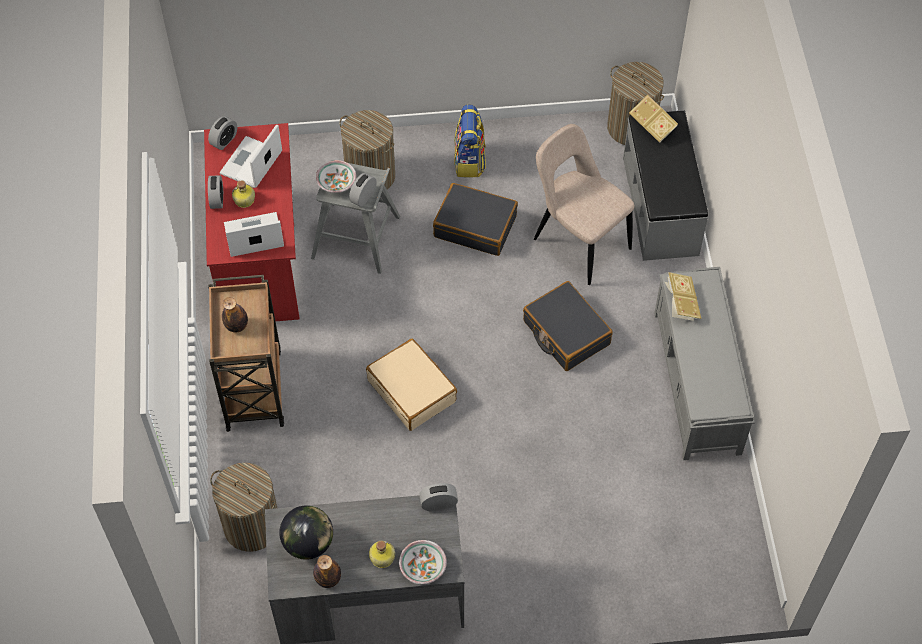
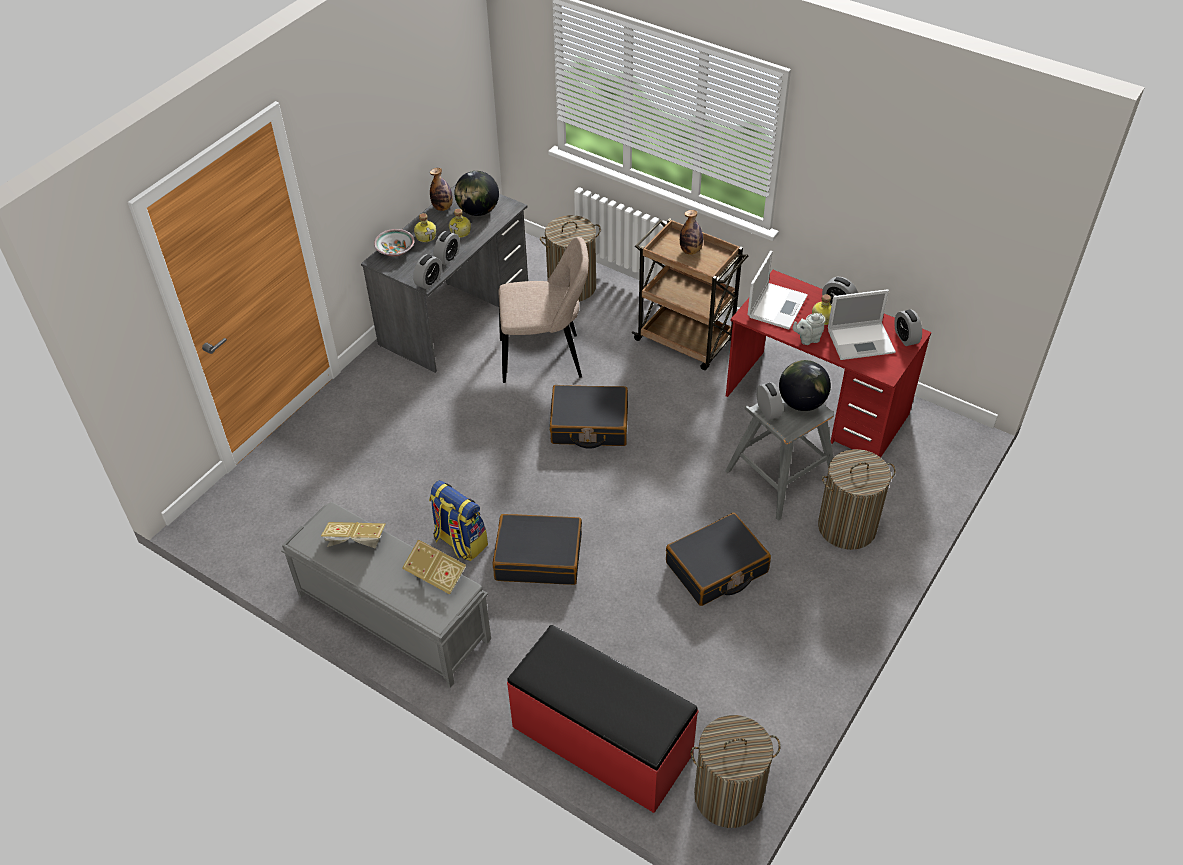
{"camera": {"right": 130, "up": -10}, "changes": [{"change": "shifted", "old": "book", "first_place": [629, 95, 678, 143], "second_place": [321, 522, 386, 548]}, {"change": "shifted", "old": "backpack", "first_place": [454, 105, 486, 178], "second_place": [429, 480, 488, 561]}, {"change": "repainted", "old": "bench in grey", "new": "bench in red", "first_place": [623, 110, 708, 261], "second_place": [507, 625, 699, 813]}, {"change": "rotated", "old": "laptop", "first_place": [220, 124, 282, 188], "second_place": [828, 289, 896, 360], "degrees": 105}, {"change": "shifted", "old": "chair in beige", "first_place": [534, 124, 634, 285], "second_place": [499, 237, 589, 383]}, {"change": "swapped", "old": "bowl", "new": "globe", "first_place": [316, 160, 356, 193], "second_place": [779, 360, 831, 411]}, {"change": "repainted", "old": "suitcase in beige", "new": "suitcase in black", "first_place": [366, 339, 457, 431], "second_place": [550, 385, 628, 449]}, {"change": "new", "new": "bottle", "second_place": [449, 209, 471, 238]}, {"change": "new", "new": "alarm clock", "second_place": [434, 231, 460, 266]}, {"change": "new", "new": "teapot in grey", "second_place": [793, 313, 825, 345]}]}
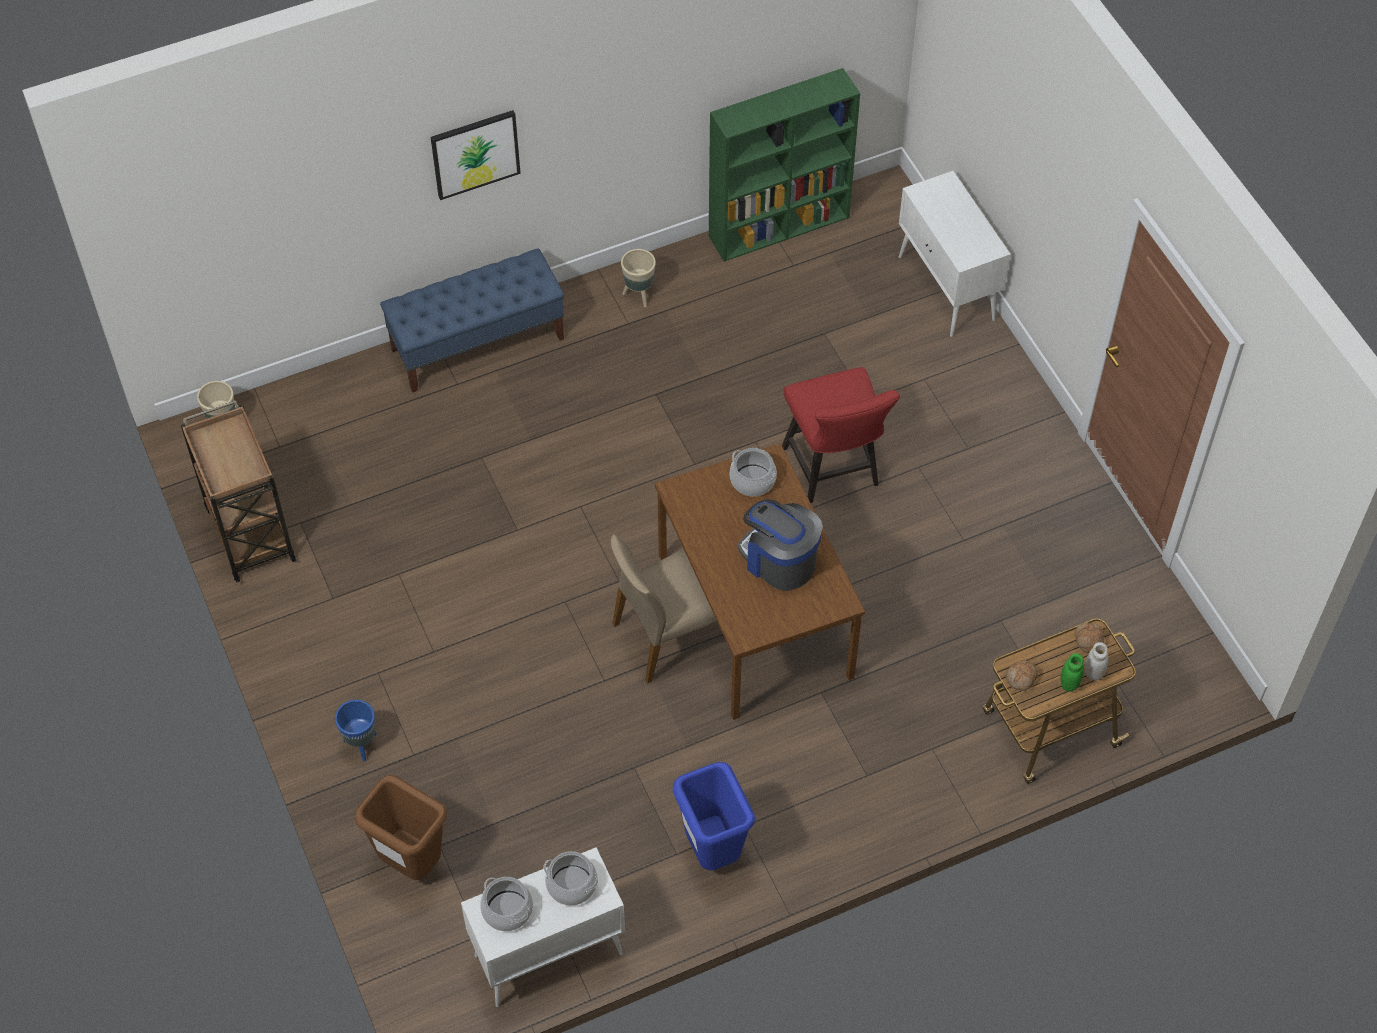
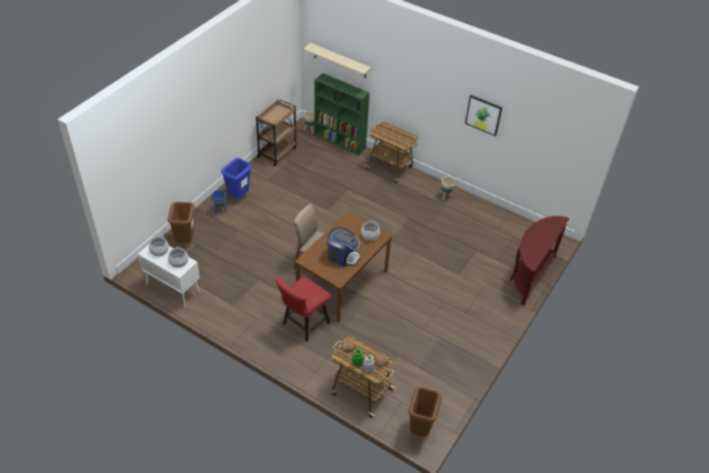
{"camera": {"right": 55, "up": -10}, "changes": [{"change": "shifted", "old": "bookcase in green", "first_place": [709, 68, 860, 262], "second_place": [314, 73, 370, 155]}, {"change": "shifted", "old": "picture", "first_place": [431, 110, 521, 200], "second_place": [465, 95, 502, 136]}, {"change": "swapped", "old": "cabinet in white", "new": "console table in brown", "first_place": [899, 171, 1011, 337], "second_place": [510, 216, 569, 305]}, {"change": "swapped", "old": "bench in blue", "new": "cart", "first_place": [380, 248, 564, 393], "second_place": [364, 122, 418, 183]}, {"change": "shifted", "old": "chair in red", "first_place": [782, 367, 900, 503], "second_place": [275, 276, 331, 342]}, {"change": "rotated", "old": "coffee machine", "first_place": [738, 499, 823, 591], "second_place": [327, 227, 361, 267], "degrees": 105}, {"change": "shifted", "old": "trash can in blue", "first_place": [672, 762, 755, 870], "second_place": [221, 158, 252, 199]}, {"change": "new", "new": "shelf in beige", "second_place": [303, 43, 371, 78]}, {"change": "new", "new": "trash can in brown", "second_place": [408, 387, 442, 437]}]}
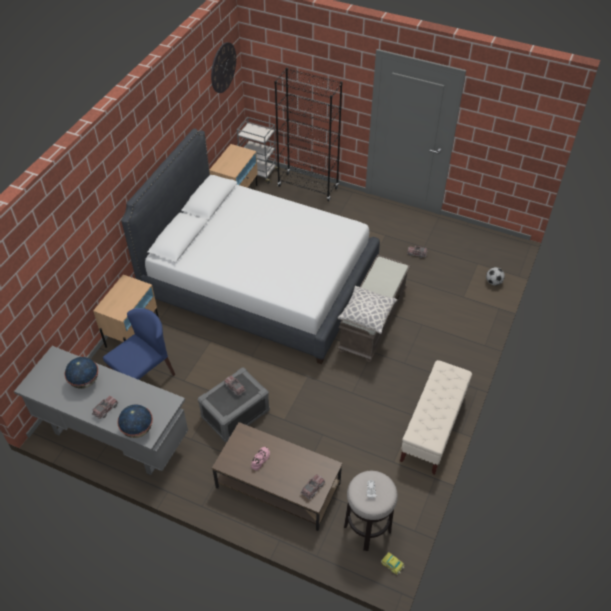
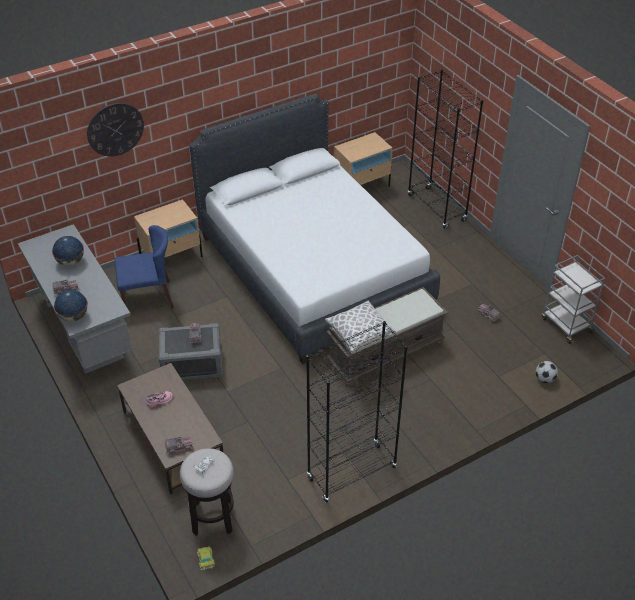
{"camera": {"right": 35, "up": -5}, "changes": [{"change": "shifted", "old": "wall clock", "first_place": [211, 42, 236, 93], "second_place": [87, 103, 144, 156]}, {"change": "shifted", "old": "cart in grey", "first_place": [237, 117, 281, 184], "second_place": [542, 255, 605, 344]}, {"change": "swapped", "old": "bench in beige", "new": "bookcase in black", "first_place": [400, 360, 472, 475], "second_place": [306, 321, 408, 503]}]}
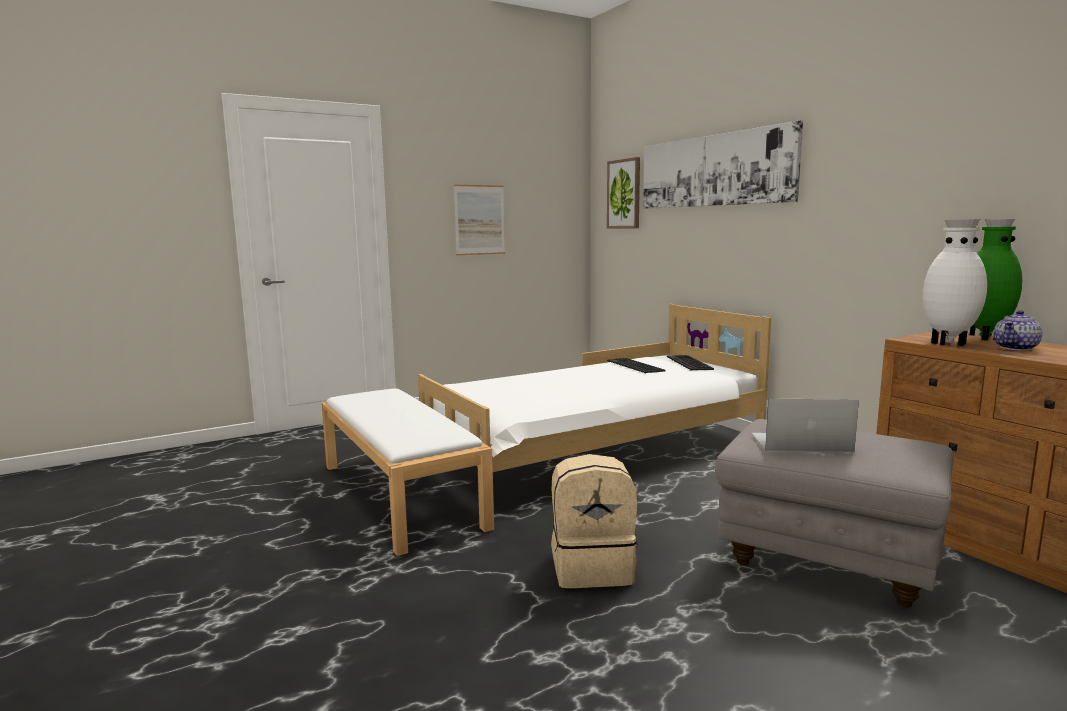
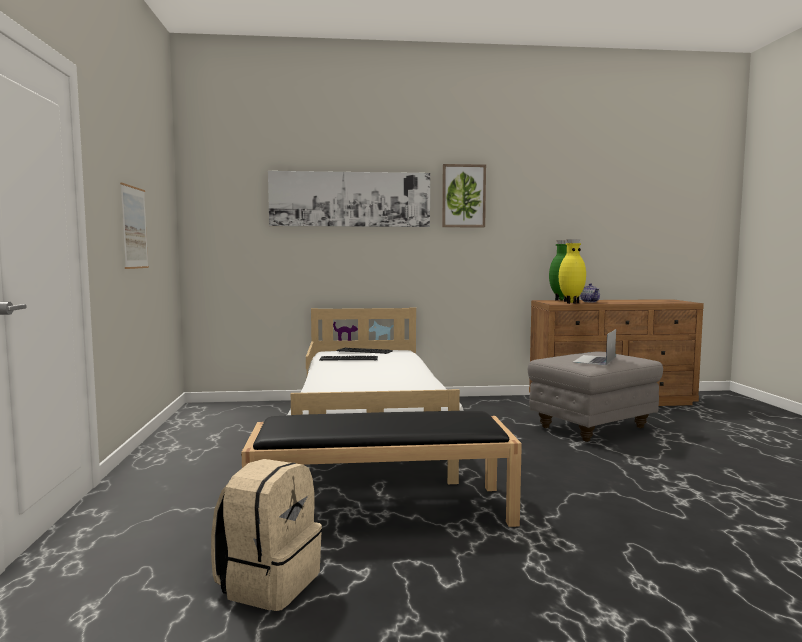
{"camera": {"right": -65, "up": -5}, "changes": [{"change": "shifted", "old": "picture", "first_place": [607, 157, 640, 229], "second_place": [442, 164, 486, 227]}, {"change": "repainted", "old": "vase in white", "new": "vase in yellow", "first_place": [923, 219, 987, 346], "second_place": [559, 239, 586, 304]}, {"change": "repainted", "old": "bench in white", "new": "bench in black", "first_place": [321, 388, 494, 556], "second_place": [241, 411, 522, 527]}, {"change": "shifted", "old": "backpack in beige", "first_place": [551, 454, 638, 588], "second_place": [211, 459, 322, 611]}]}
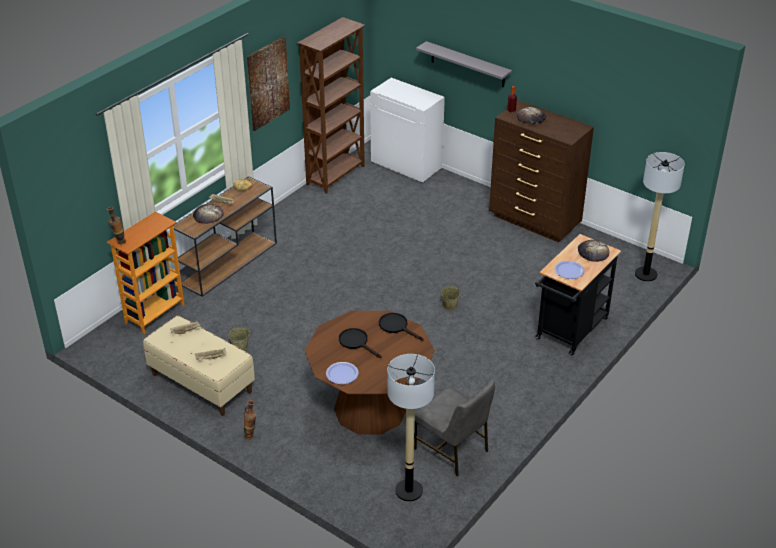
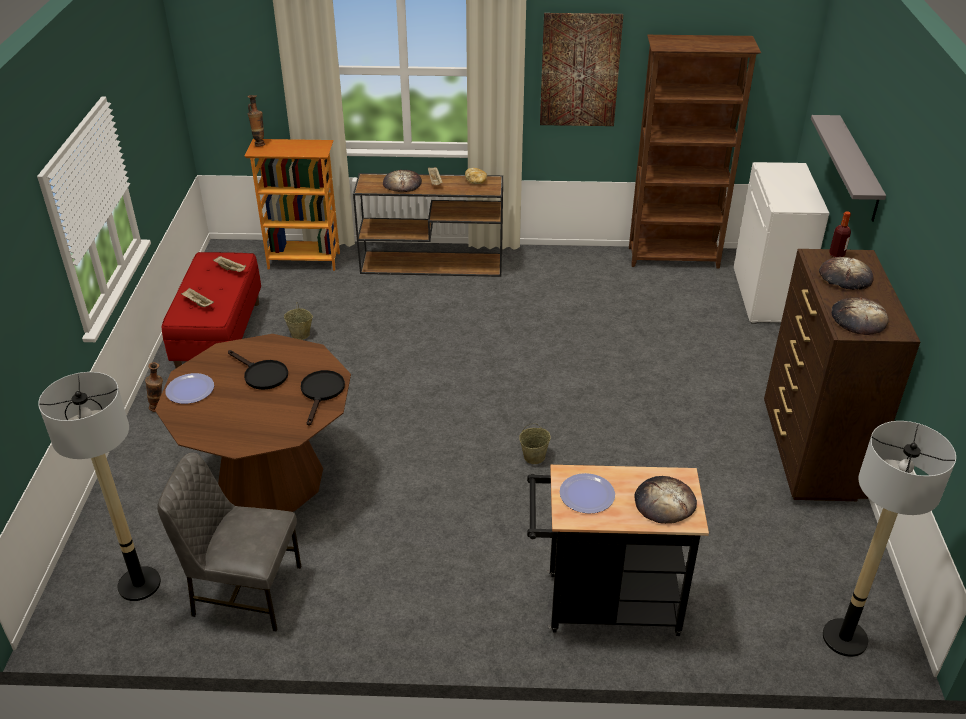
{"camera": {"right": 55, "up": 0}, "changes": [{"change": "repainted", "old": "bench in beige", "new": "bench in red", "first_place": [143, 316, 255, 416], "second_place": [162, 252, 261, 368]}, {"change": "rotated", "old": "frying pan in black", "first_place": [339, 328, 381, 358], "second_place": [228, 350, 288, 390], "degrees": 120}, {"change": "rotated", "old": "chair in grey", "first_place": [414, 380, 495, 477], "second_place": [157, 452, 302, 631], "degrees": 90}, {"change": "new", "new": "bread", "second_place": [831, 297, 889, 335]}]}
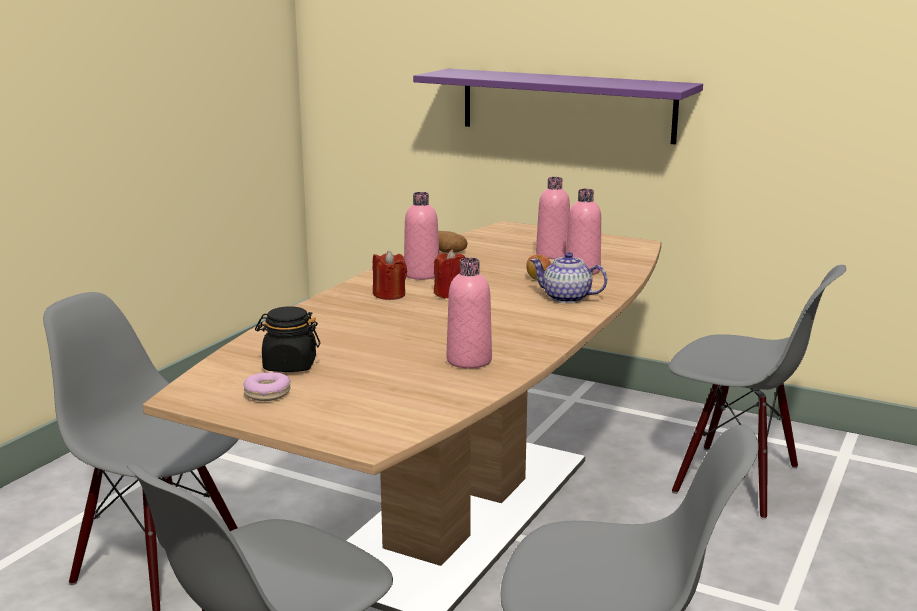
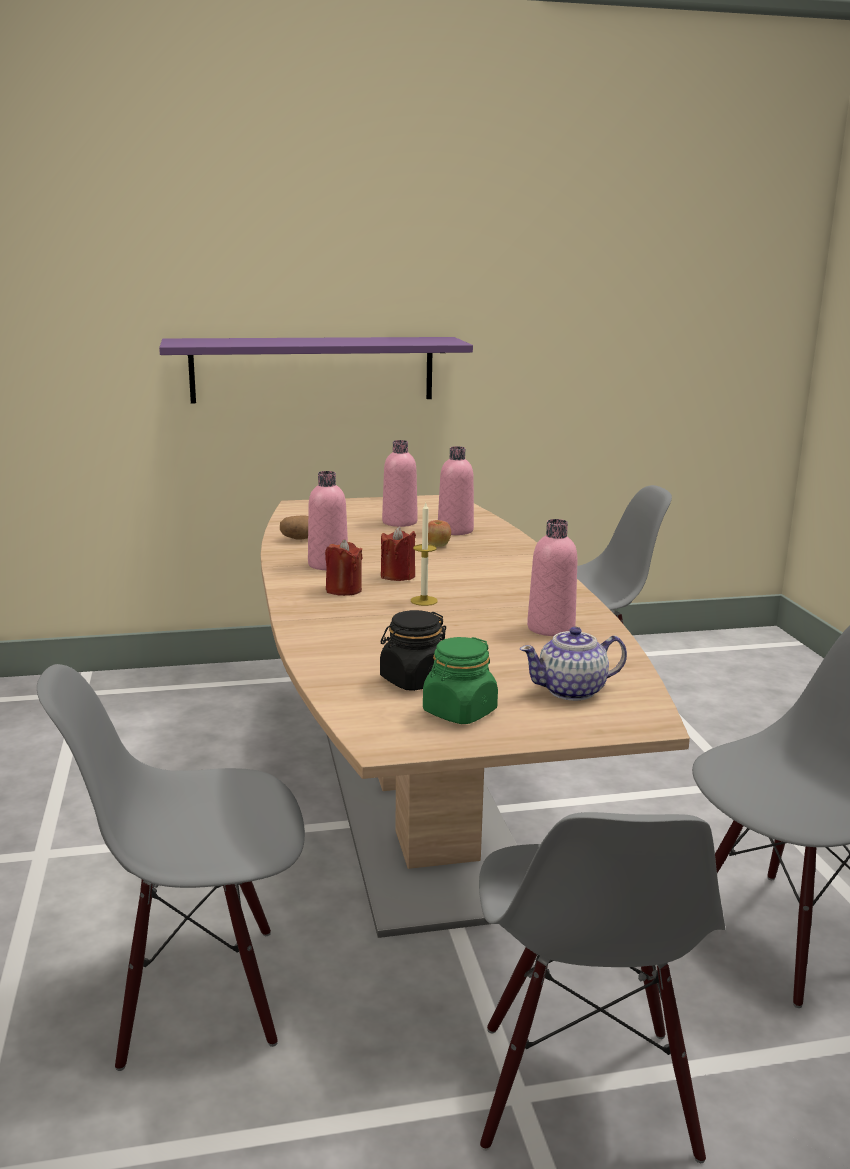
{"camera": {"right": -40, "up": 0}, "changes": [{"change": "shifted", "old": "teapot", "first_place": [530, 252, 607, 303], "second_place": [520, 627, 627, 701]}, {"change": "swapped", "old": "donut", "new": "jar in green", "first_place": [243, 372, 291, 401], "second_place": [423, 637, 498, 724]}, {"change": "new", "new": "candle", "second_place": [411, 501, 438, 606]}]}
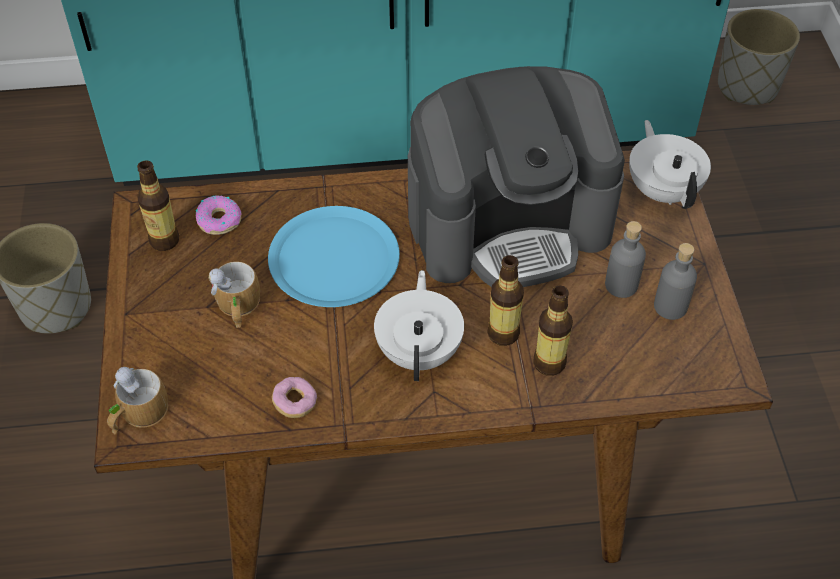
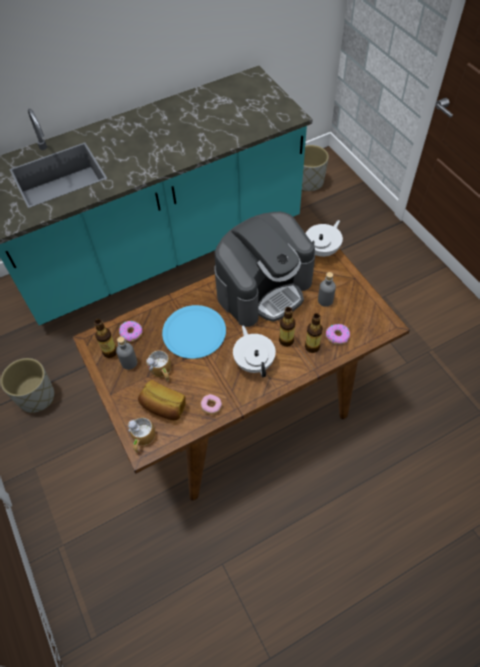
{"camera": {"right": -20, "up": 5}, "changes": [{"change": "rotated", "old": "teapot in white", "first_place": [629, 120, 711, 209], "second_place": [306, 220, 343, 257], "degrees": 75}, {"change": "shifted", "old": "bottle in grey", "first_place": [654, 243, 697, 320], "second_place": [116, 336, 137, 370]}, {"change": "new", "new": "donut", "second_place": [326, 324, 350, 344]}, {"change": "new", "new": "bread", "second_place": [138, 380, 186, 420]}]}
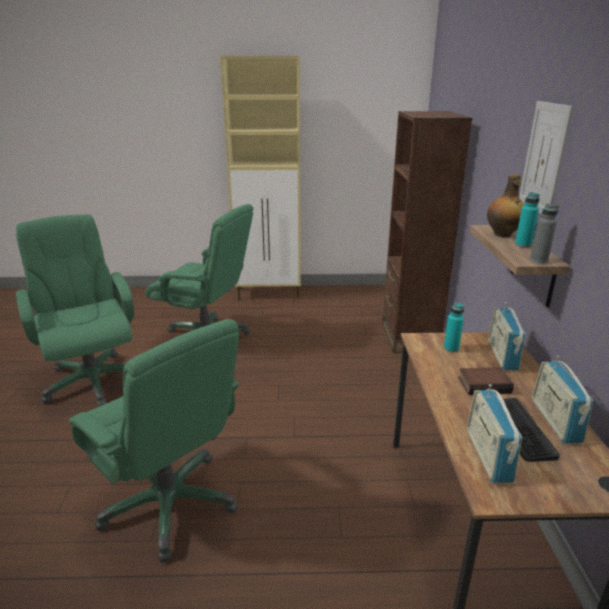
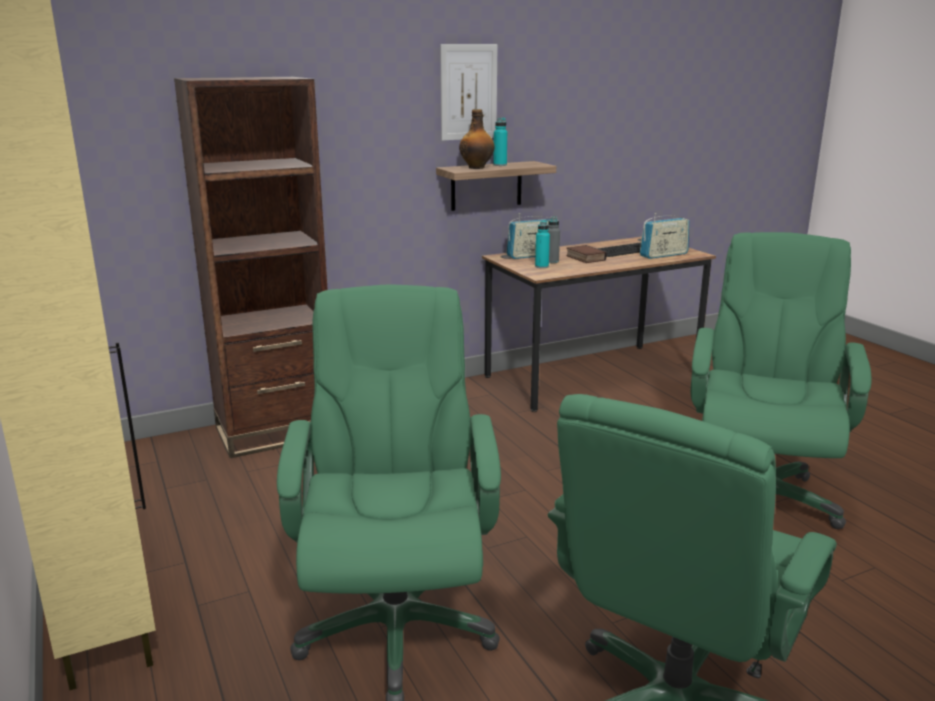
{"camera": {"right": -115, "up": -5}, "changes": [{"change": "shifted", "old": "bottle in grey", "first_place": [530, 204, 559, 263], "second_place": [548, 216, 560, 263]}, {"change": "gone", "old": "radio", "first_place": [532, 356, 593, 443]}]}
